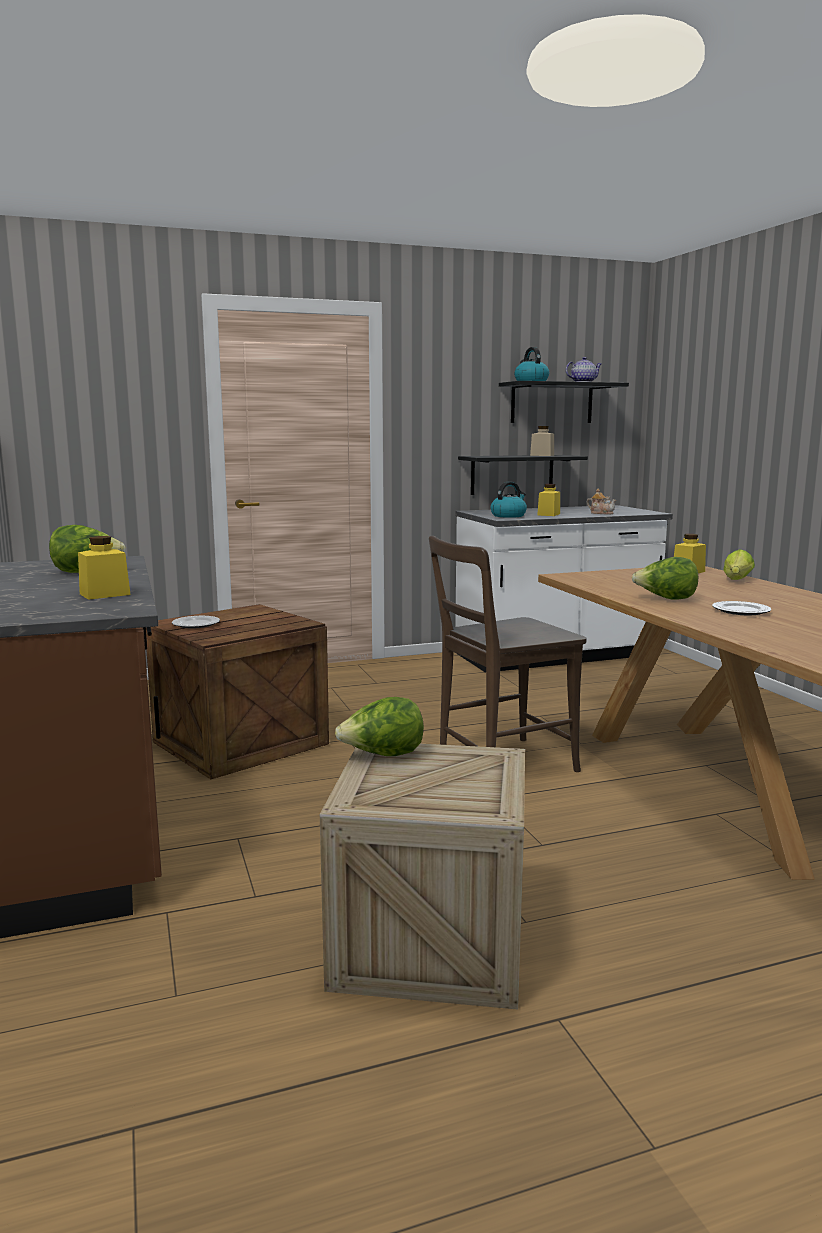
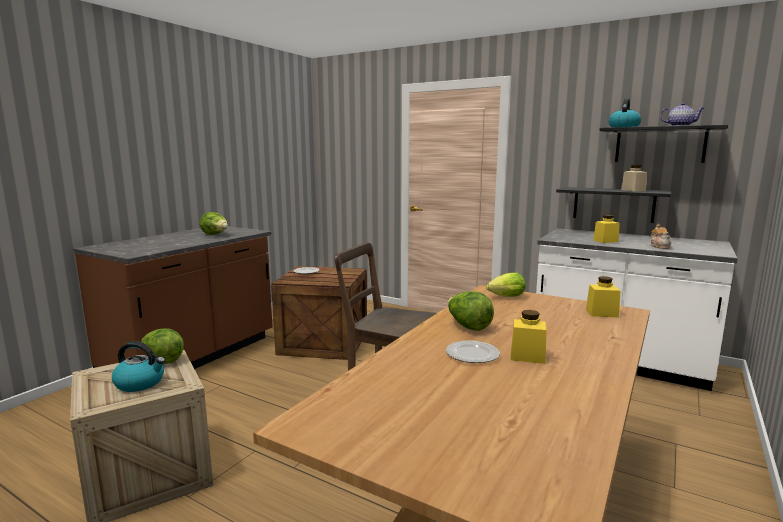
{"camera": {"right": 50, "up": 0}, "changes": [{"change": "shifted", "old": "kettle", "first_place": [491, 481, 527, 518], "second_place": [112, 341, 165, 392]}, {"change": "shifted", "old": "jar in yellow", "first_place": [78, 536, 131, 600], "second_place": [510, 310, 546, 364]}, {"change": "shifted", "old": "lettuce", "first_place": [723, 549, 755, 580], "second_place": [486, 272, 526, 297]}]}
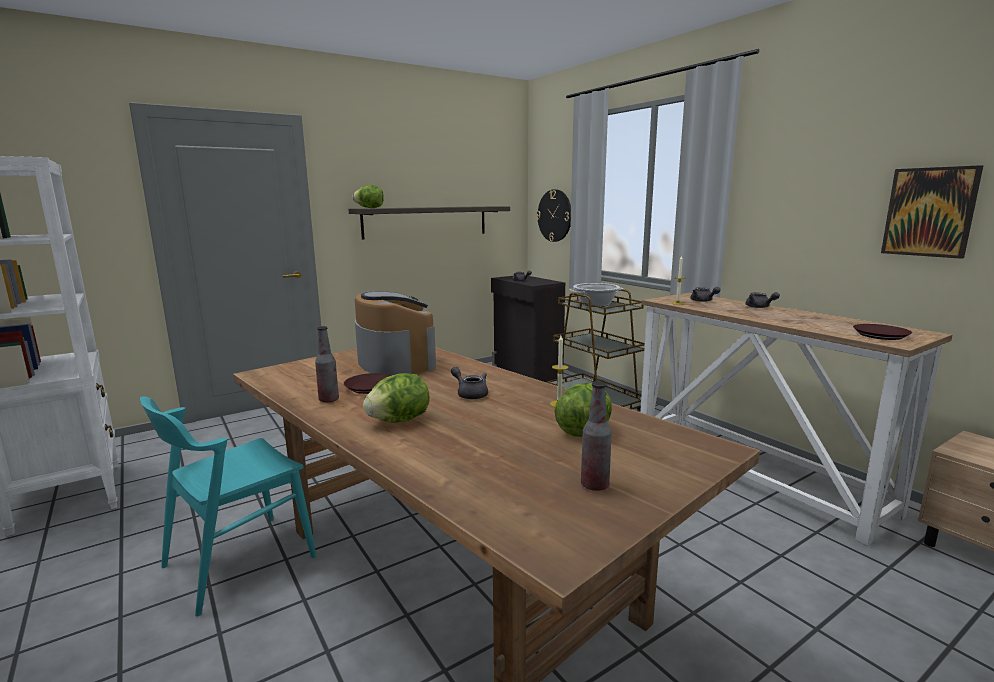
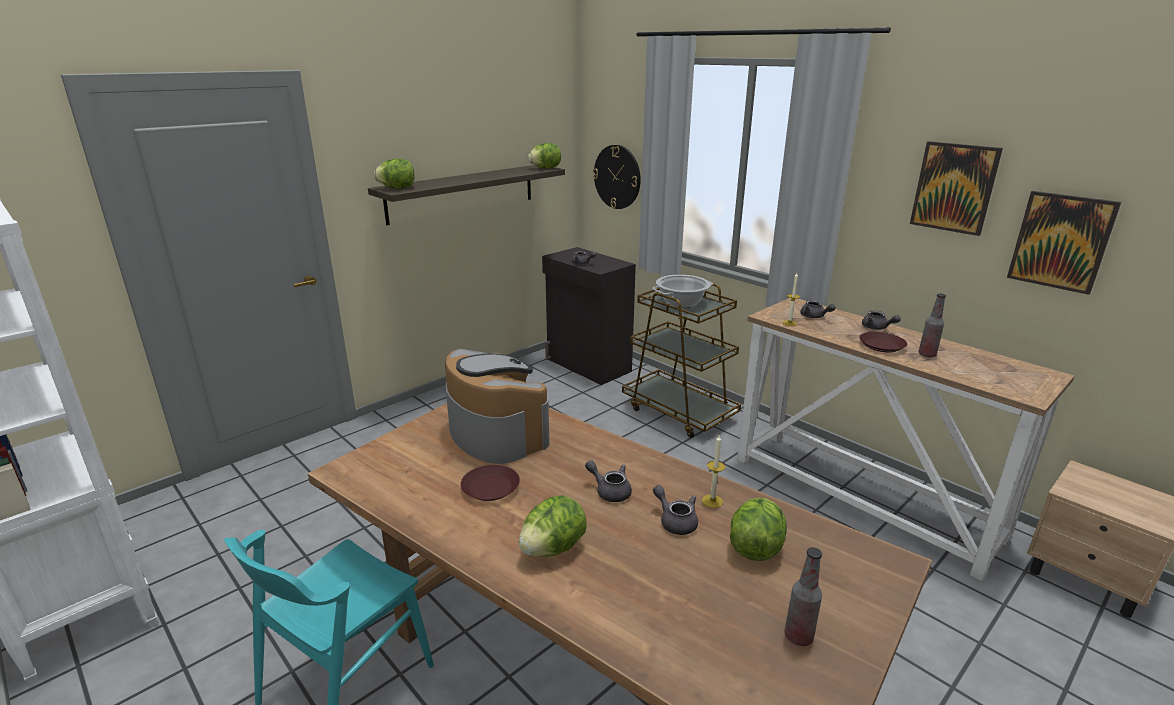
{"camera": {"right": -10, "up": 10}, "changes": [{"change": "shifted", "old": "plate in brown", "first_place": [853, 324, 912, 340], "second_place": [859, 332, 907, 352]}, {"change": "shifted", "old": "bottle", "first_place": [315, 326, 339, 403], "second_place": [918, 293, 946, 357]}, {"change": "new", "new": "picture", "second_place": [910, 141, 1003, 236]}, {"change": "new", "new": "lettuce", "second_place": [528, 143, 561, 169]}, {"change": "new", "new": "teapot in grey", "second_place": [653, 485, 698, 535]}]}
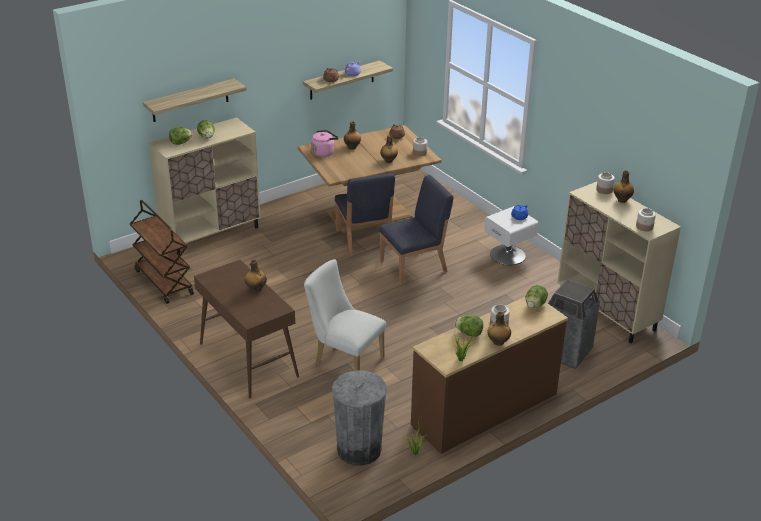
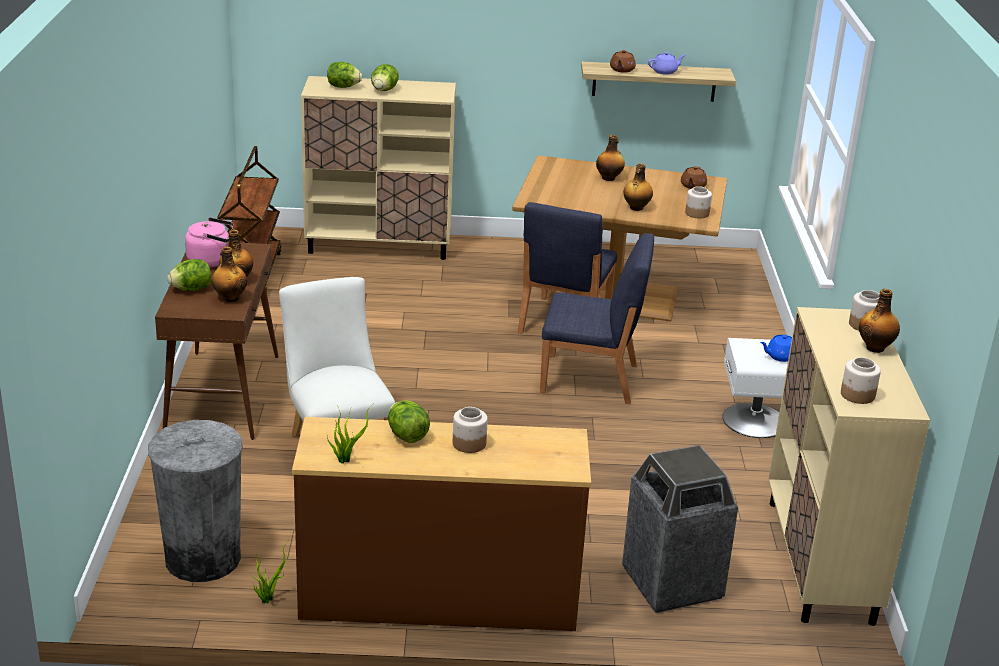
{"camera": {"right": 35, "up": -5}, "changes": [{"change": "gone", "old": "shelf", "first_place": [143, 78, 247, 122]}, {"change": "shifted", "old": "kettle in pink", "first_place": [311, 130, 339, 157], "second_place": [185, 217, 234, 268]}, {"change": "shifted", "old": "lettuce", "first_place": [526, 285, 548, 308], "second_place": [167, 259, 211, 291]}, {"change": "shifted", "old": "bottle", "first_place": [487, 311, 511, 346], "second_place": [212, 247, 247, 302]}]}
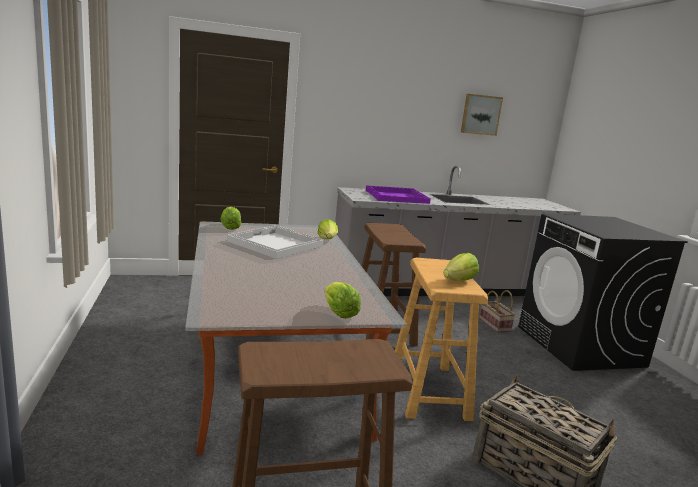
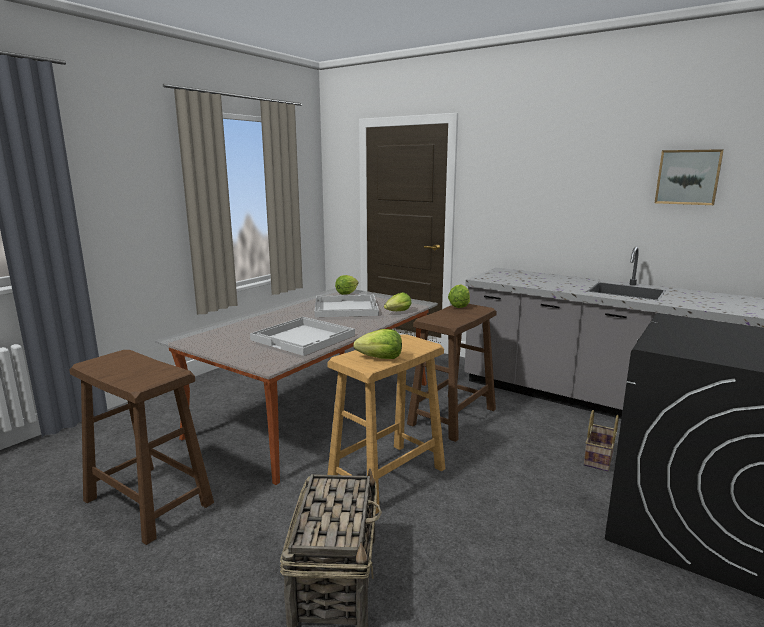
{"camera": {"right": 50, "up": 0}, "changes": [{"change": "gone", "old": "tray in purple", "first_place": [366, 185, 431, 204]}, {"change": "shifted", "old": "lettuce", "first_place": [325, 282, 361, 319], "second_place": [448, 285, 470, 308]}, {"change": "new", "new": "tray in white", "second_place": [250, 317, 355, 356]}]}
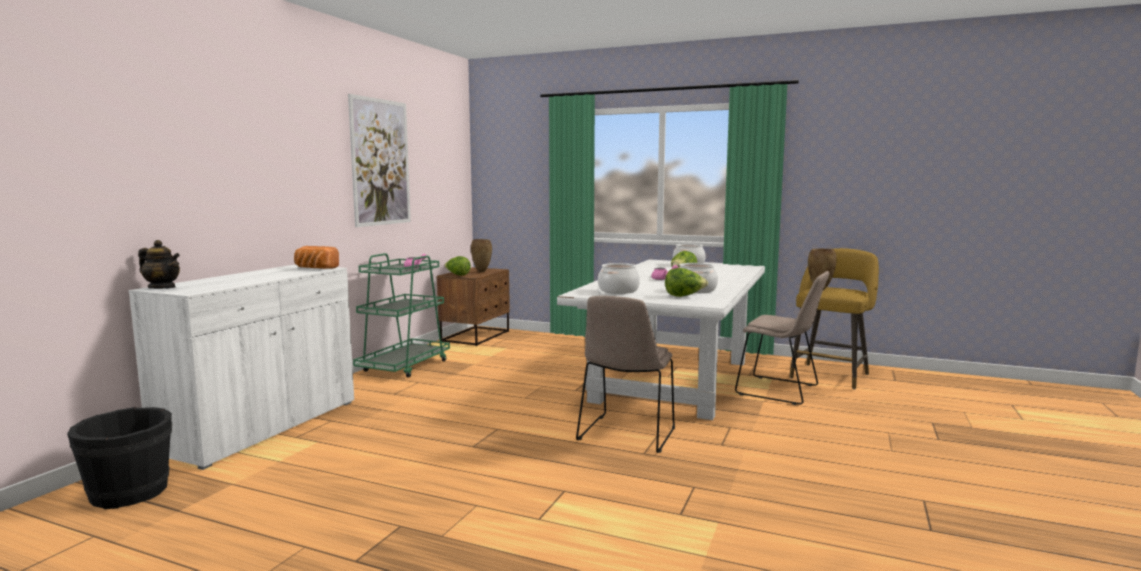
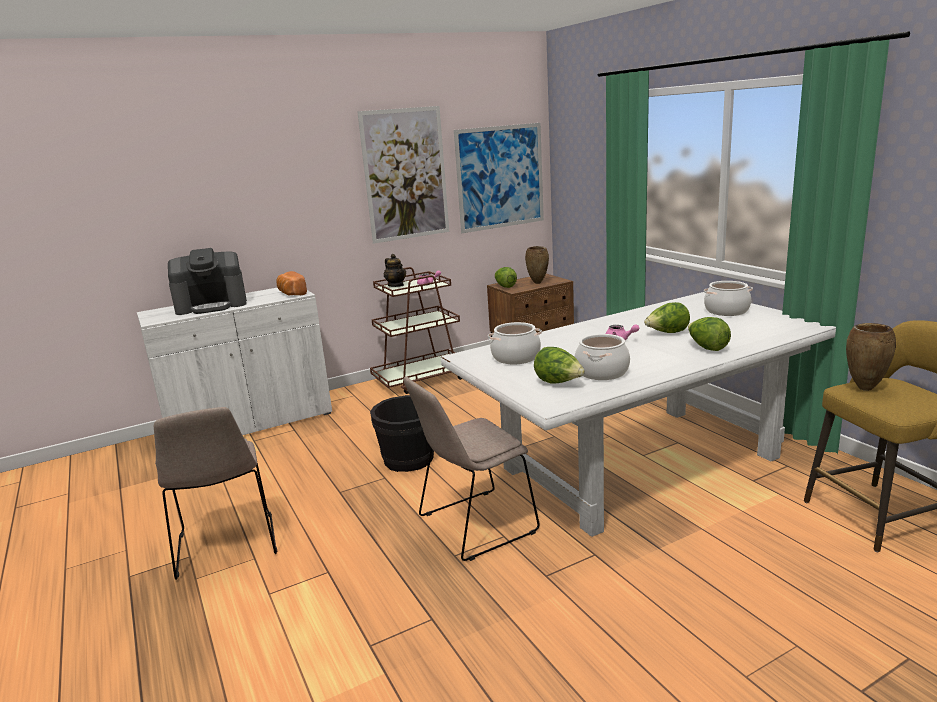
{"camera": {"right": 40, "up": 10}, "changes": [{"change": "shifted", "old": "teapot", "first_place": [138, 240, 180, 289], "second_place": [384, 254, 406, 287]}, {"change": "repainted", "old": "cart in green", "new": "cart in brown", "first_place": [353, 253, 450, 378], "second_place": [370, 267, 462, 394]}, {"change": "shifted", "old": "chair in beige", "first_place": [735, 271, 829, 405], "second_place": [154, 407, 277, 580]}, {"change": "shifted", "old": "bucket in black", "first_place": [67, 407, 172, 509], "second_place": [370, 395, 434, 472]}, {"change": "new", "new": "picture", "second_place": [454, 123, 544, 233]}, {"change": "new", "new": "coffee machine", "second_place": [168, 248, 247, 315]}, {"change": "new", "new": "lettuce", "second_place": [688, 317, 731, 351]}]}
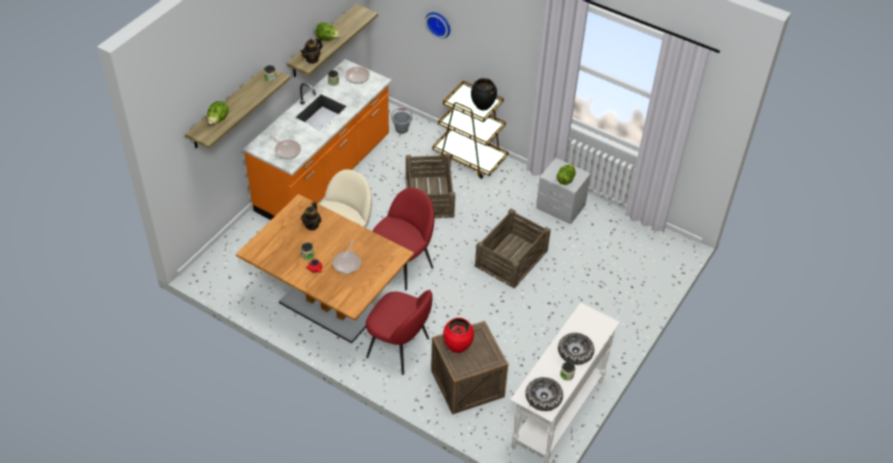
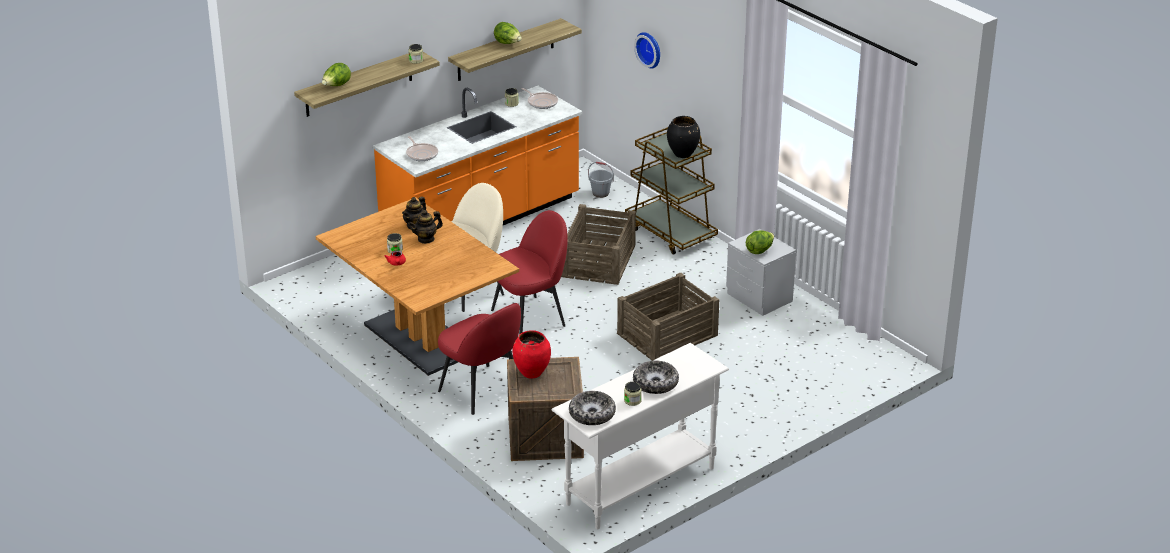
{"camera": {"right": 20, "up": -15}, "changes": [{"change": "shifted", "old": "teapot", "first_place": [301, 37, 322, 64], "second_place": [408, 210, 443, 244]}, {"change": "gone", "old": "frying pan", "first_place": [333, 240, 361, 274]}]}
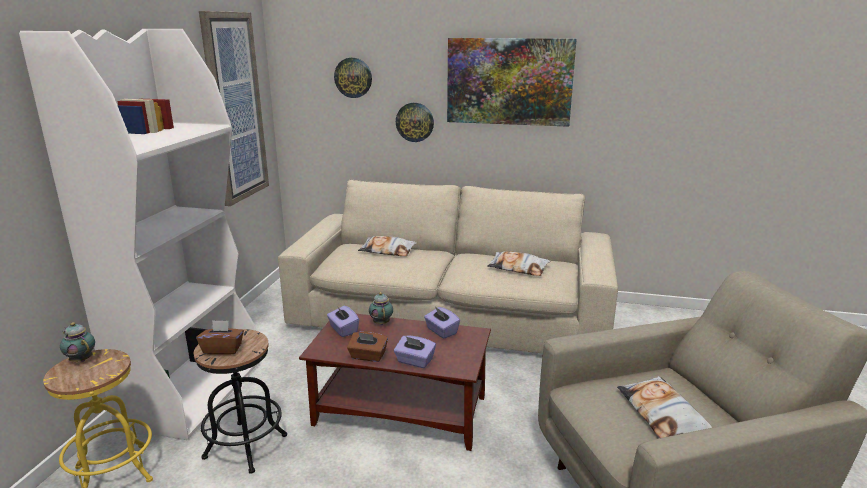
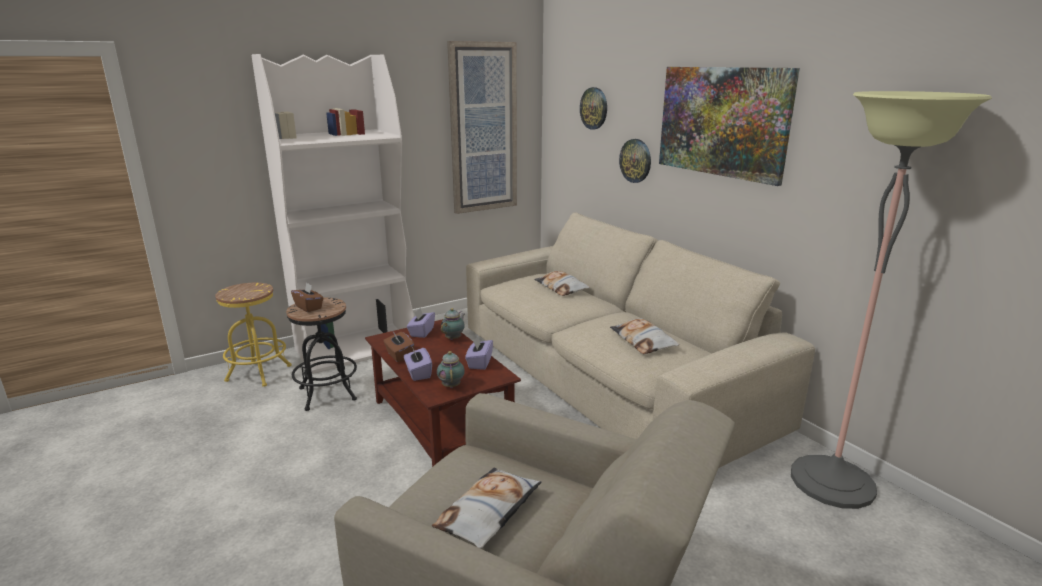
{"camera": {"right": 45, "up": 0}, "changes": [{"change": "shifted", "old": "teapot", "first_place": [60, 322, 95, 362], "second_place": [437, 351, 465, 388]}, {"change": "new", "new": "floor lamp", "second_place": [791, 91, 992, 509]}]}
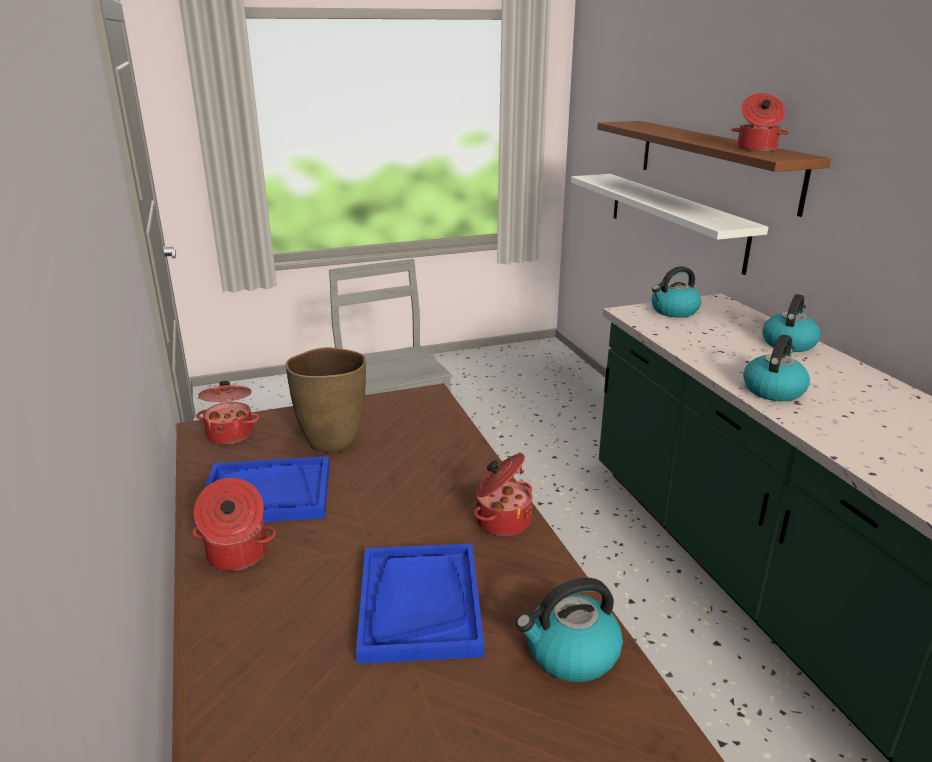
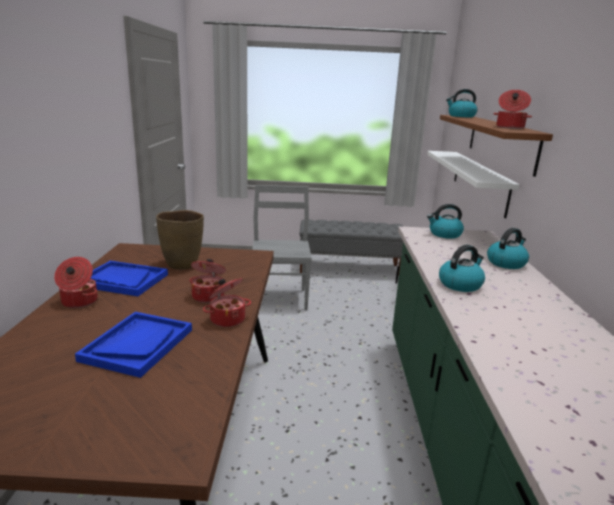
{"camera": {"right": 20, "up": -5}, "changes": [{"change": "shifted", "old": "cooking pot", "first_place": [196, 381, 259, 445], "second_place": [189, 259, 226, 303]}, {"change": "shifted", "old": "kettle", "first_place": [516, 578, 623, 682], "second_place": [446, 89, 477, 118]}, {"change": "new", "new": "bench in grey", "second_place": [299, 219, 404, 276]}]}
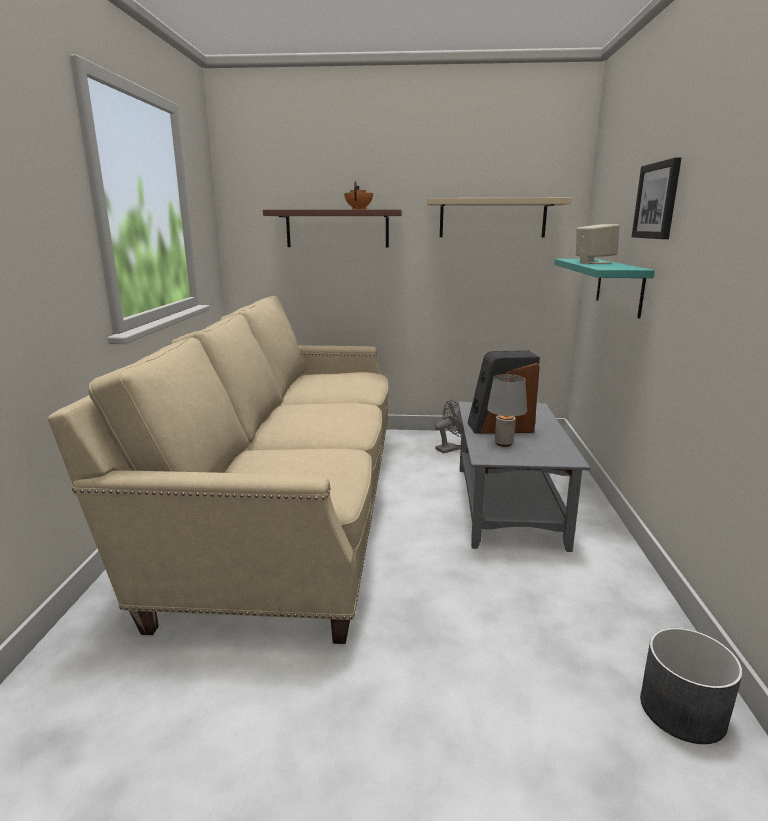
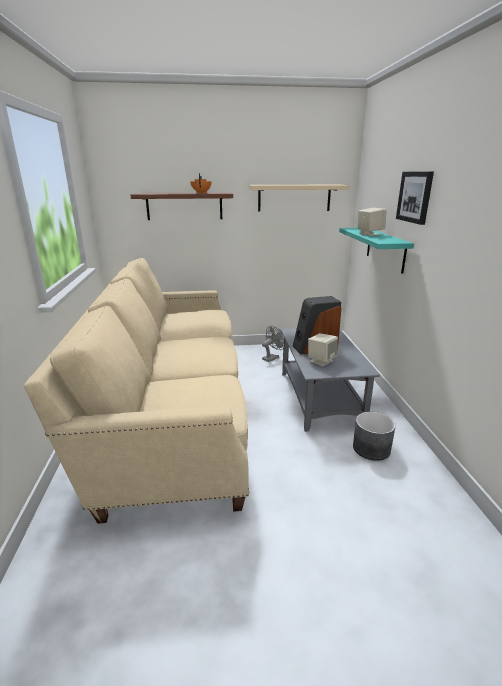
{"camera": {"right": -10, "up": 5}, "changes": [{"change": "swapped", "old": "table lamp in grey", "new": "speaker in beige", "first_place": [487, 374, 527, 447], "second_place": [308, 333, 338, 366]}, {"change": "shifted", "old": "planter in grey", "first_place": [640, 628, 743, 744], "second_place": [353, 412, 396, 461]}]}
